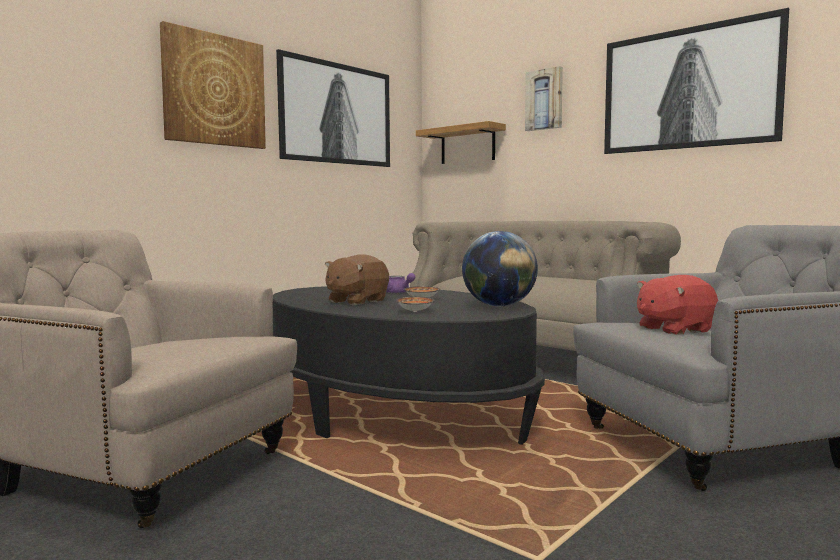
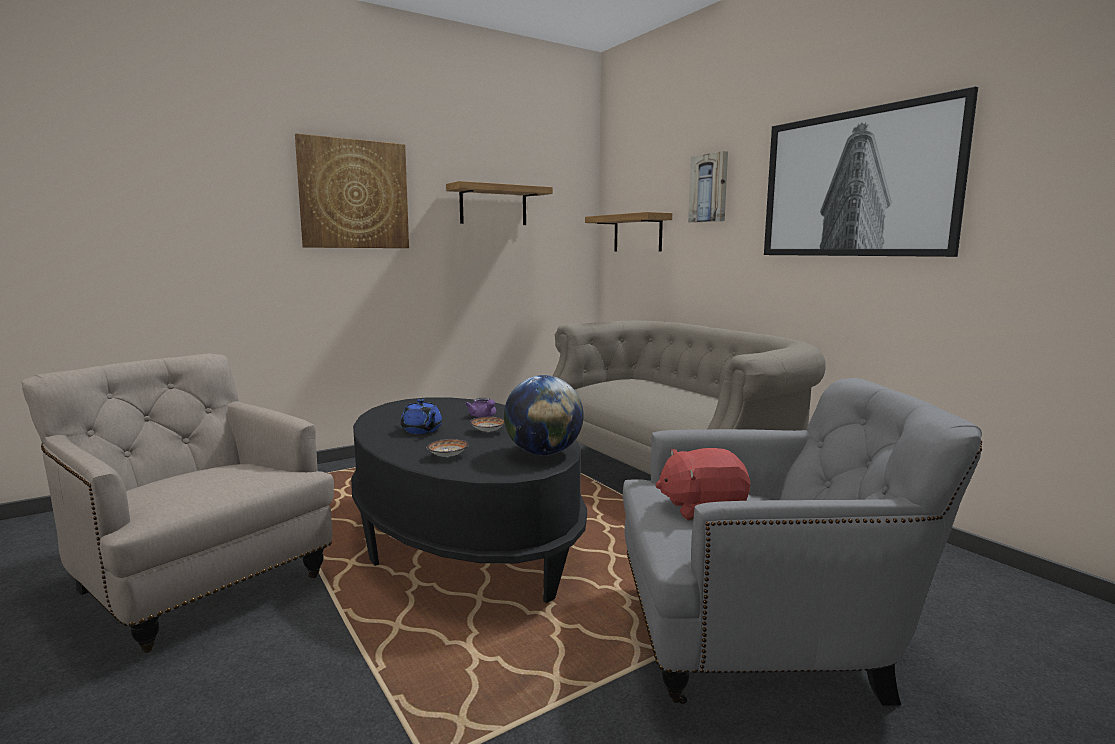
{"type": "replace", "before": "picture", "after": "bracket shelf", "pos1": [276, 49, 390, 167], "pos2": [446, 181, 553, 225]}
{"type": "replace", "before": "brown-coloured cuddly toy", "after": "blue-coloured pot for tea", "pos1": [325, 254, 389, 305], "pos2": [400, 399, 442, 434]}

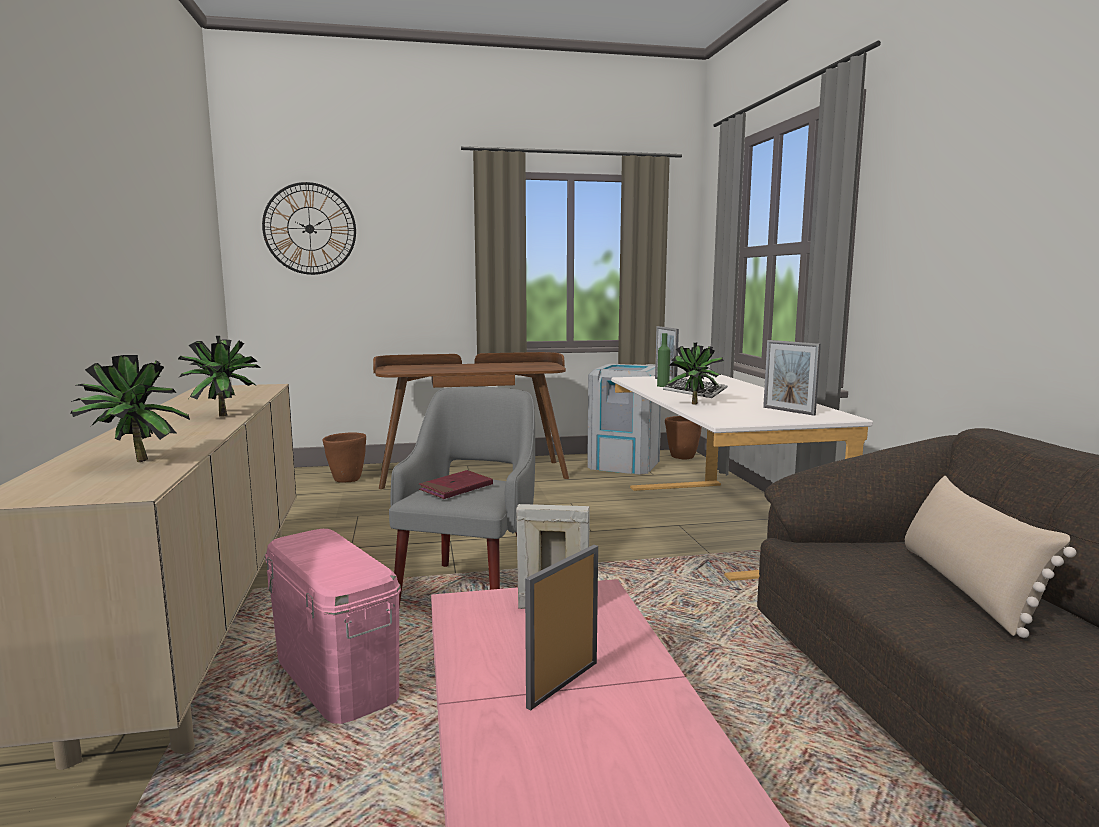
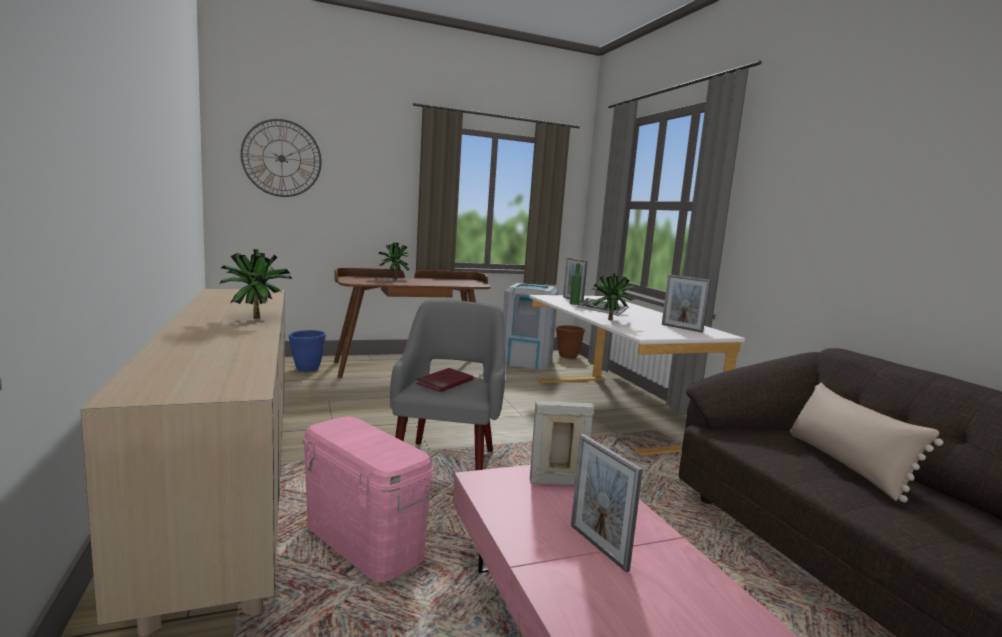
{"type": "move", "before": "plant in a pot", "pos1": [71, 355, 190, 462], "pos2": [379, 243, 410, 279]}
{"type": "recolor", "before": "brown-coloured plant pot", "after": "blue-coloured plant pot", "pos1": [323, 433, 366, 483], "pos2": [289, 330, 326, 372]}
{"type": "rotate", "before": "photo frame", "pos1": [525, 545, 598, 711], "pos2": [571, 434, 643, 572], "turn": -60}

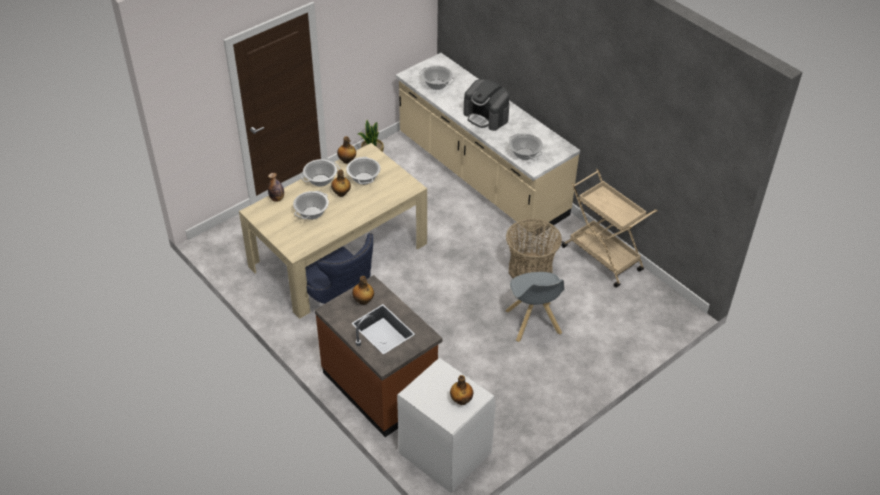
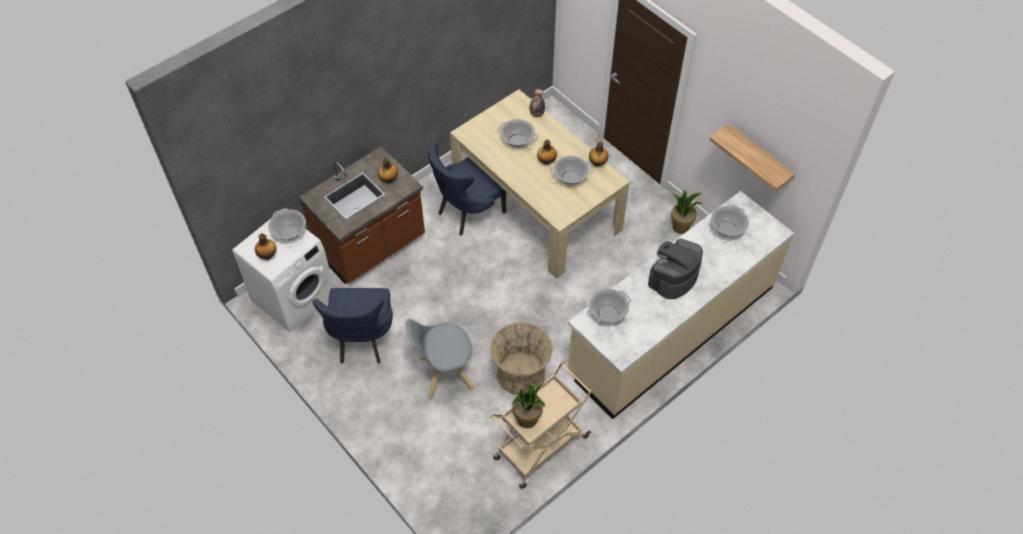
{"type": "insert", "after": "blue-coloured plain chair", "pos2": [313, 288, 393, 364]}
{"type": "insert", "after": "plant in a pot", "pos2": [512, 382, 545, 428]}
{"type": "insert", "after": "bracket shelf", "pos2": [709, 124, 795, 191]}
{"type": "move", "before": "cooking pot", "pos1": [300, 159, 340, 187], "pos2": [268, 208, 306, 243]}

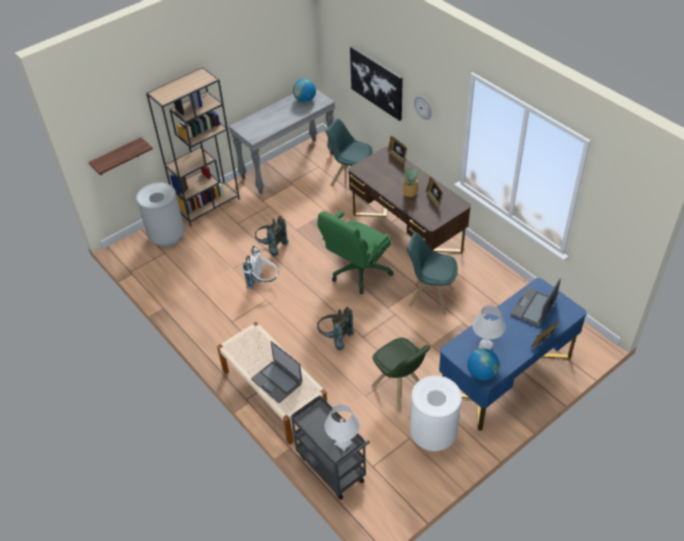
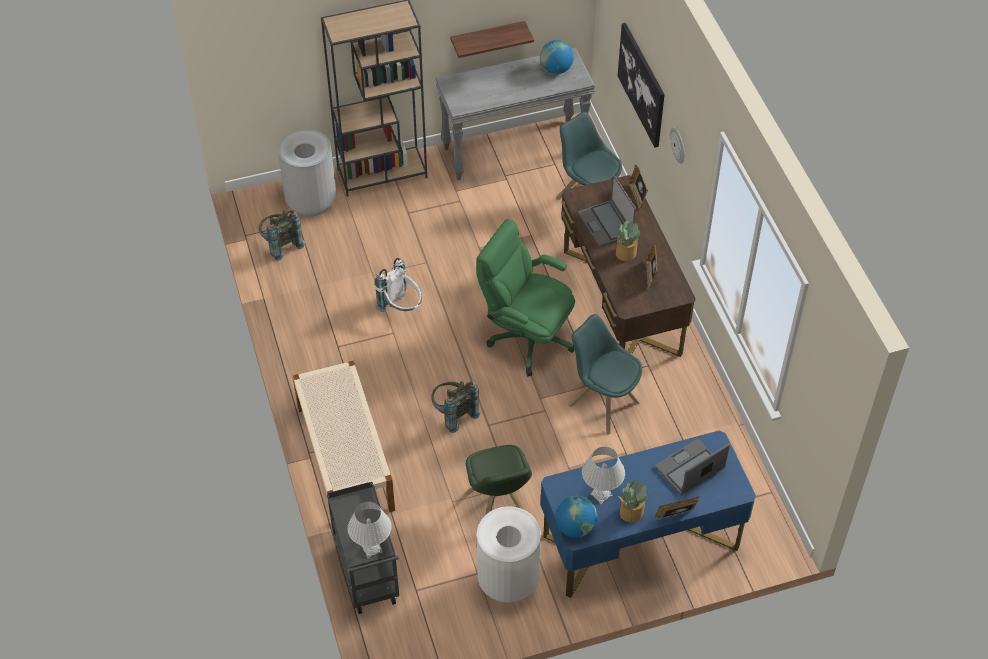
{"type": "insert", "after": "plant in a pot", "pos2": [618, 479, 648, 522]}
{"type": "move", "before": "bracket shelf", "pos1": [88, 137, 153, 175], "pos2": [450, 21, 534, 58]}
{"type": "move", "before": "laptop", "pos1": [251, 341, 302, 403], "pos2": [578, 175, 636, 247]}
{"type": "move", "before": "gray knapsack", "pos1": [255, 216, 289, 257], "pos2": [259, 210, 305, 260]}
{"type": "rotate", "before": "greenish desk chair", "pos1": [317, 211, 393, 294], "pos2": [476, 219, 575, 377], "turn": 60}

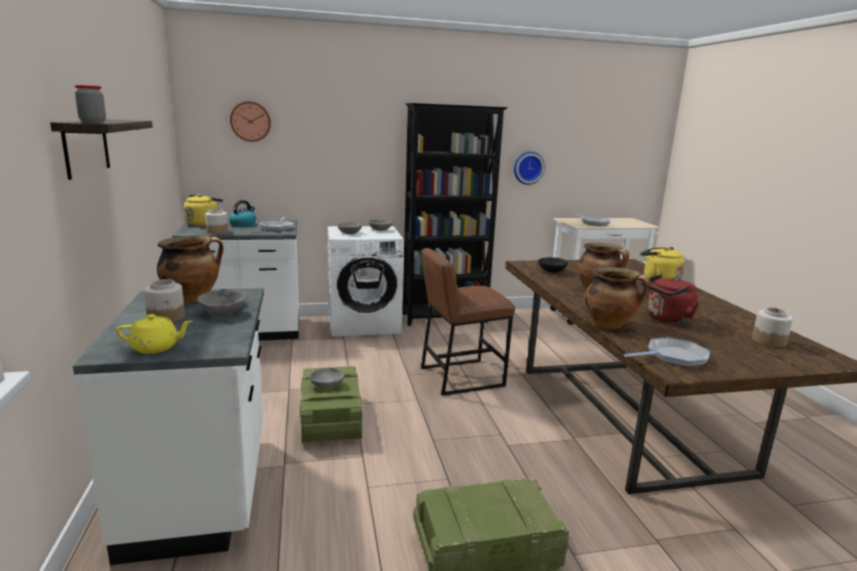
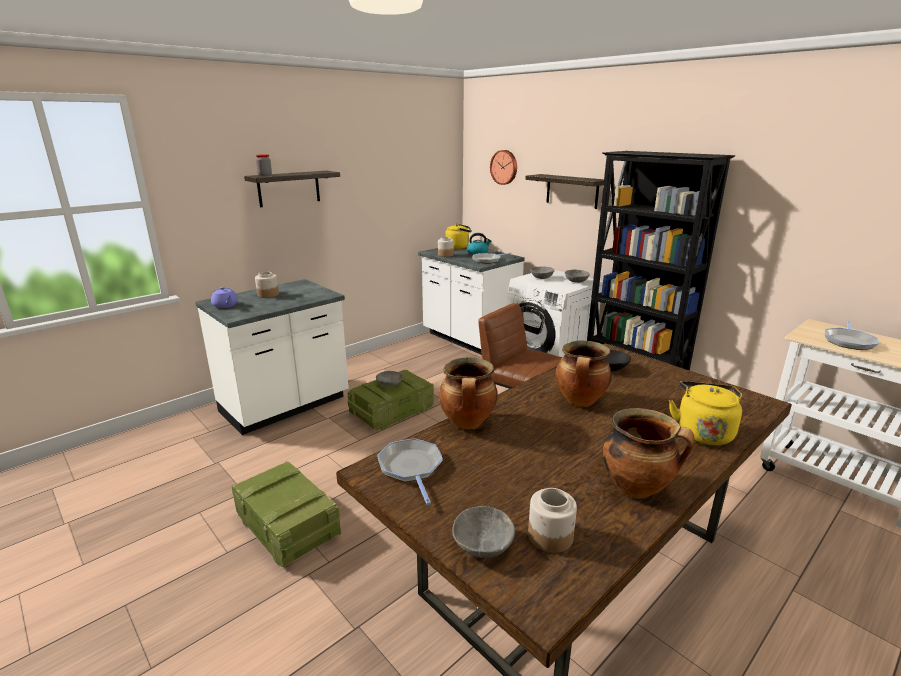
{"type": "delete", "before": "hanging clock", "pos1": [514, 152, 545, 185]}
{"type": "delete", "before": "reddish water kettle", "pos1": [641, 275, 699, 324]}
{"type": "insert", "after": "bracket shelf", "pos2": [525, 174, 604, 209]}
{"type": "move", "before": "cooking pot", "pos1": [157, 236, 223, 302], "pos2": [603, 408, 694, 499]}
{"type": "move", "before": "gray bowl", "pos1": [197, 290, 245, 315], "pos2": [452, 506, 515, 558]}
{"type": "recolor", "before": "yellow pot for tea", "after": "purplish pot for tea", "pos1": [116, 314, 192, 354], "pos2": [211, 287, 238, 308]}
{"type": "rotate", "before": "frying pan", "pos1": [624, 337, 709, 367], "pos2": [377, 438, 443, 505], "turn": -150}

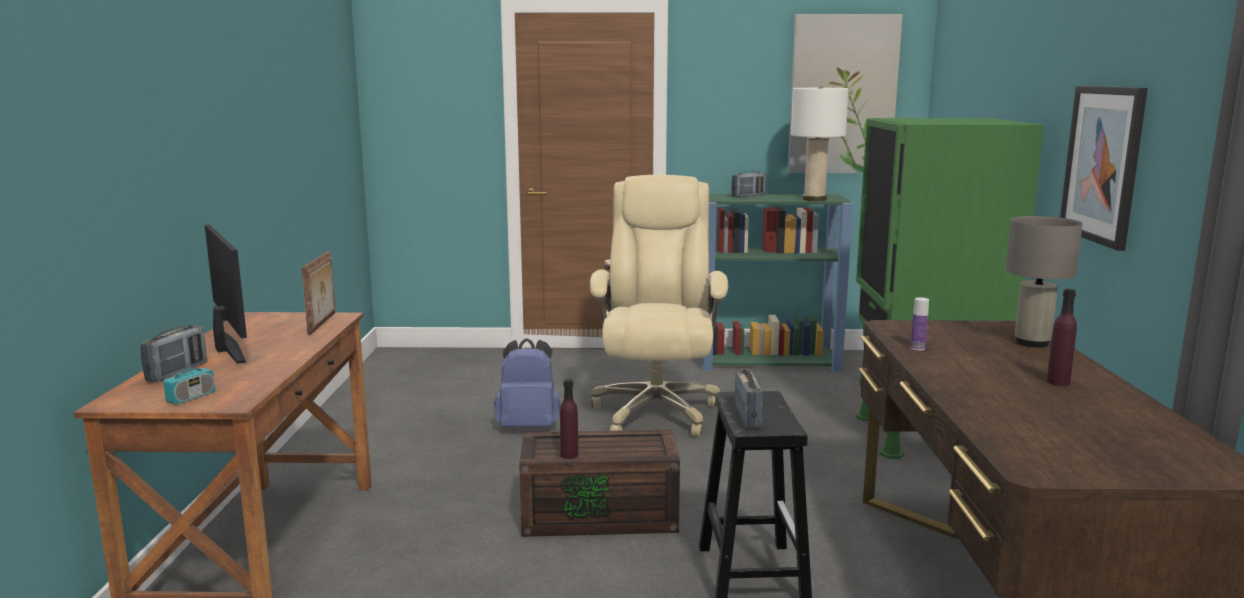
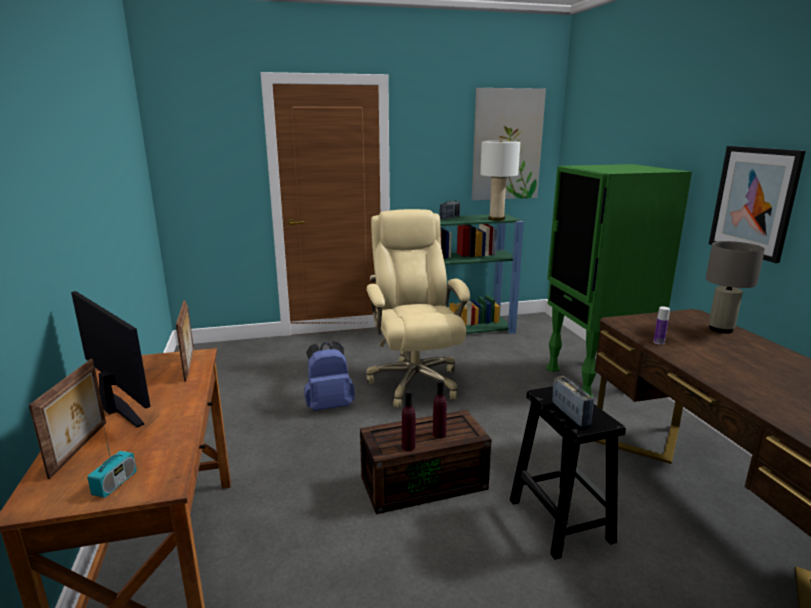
{"type": "move", "before": "purplish bottle", "pos1": [1047, 289, 1077, 386], "pos2": [433, 380, 447, 438]}
{"type": "replace", "before": "radio set", "after": "photo frame", "pos1": [140, 325, 207, 382], "pos2": [29, 359, 106, 479]}

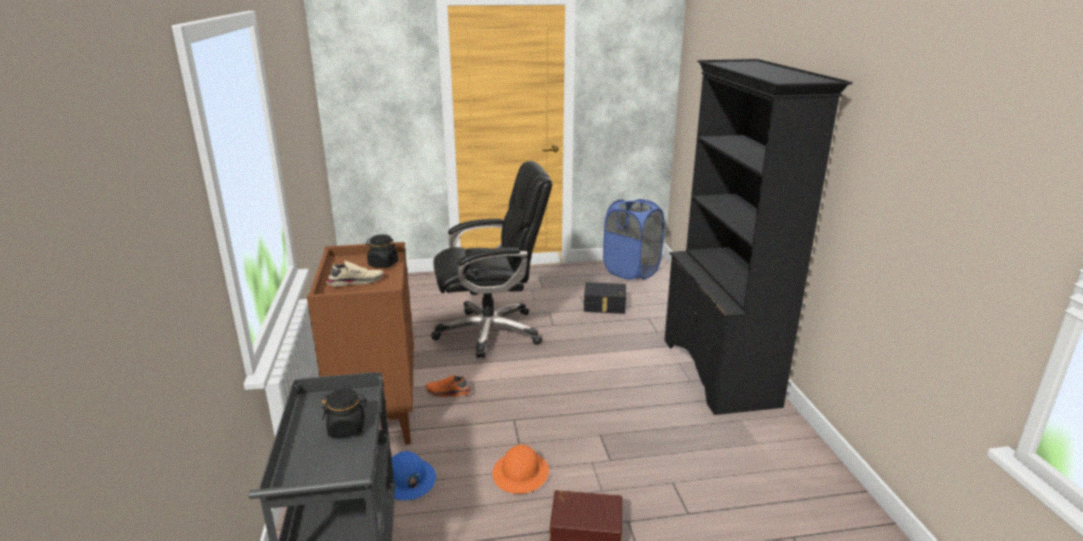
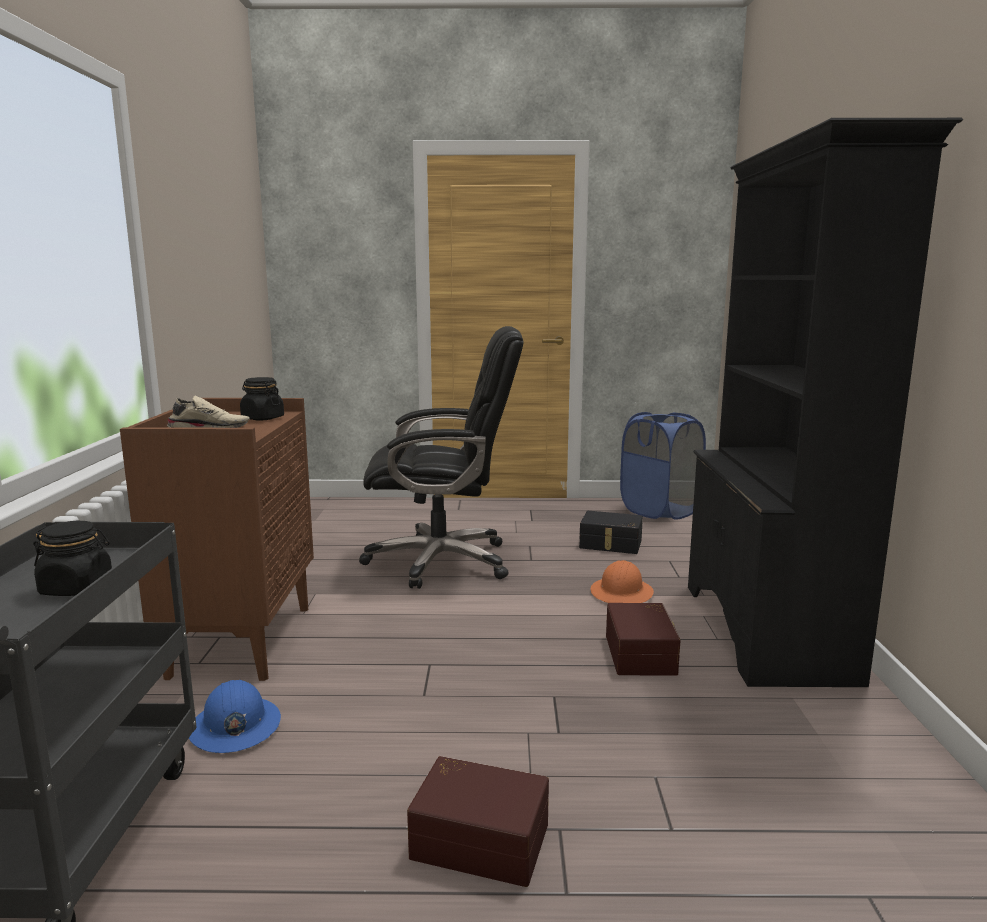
{"type": "delete", "before": "orange shoe", "pos1": [425, 375, 471, 397]}
{"type": "insert", "after": "brown-coloured storage bin", "pos2": [606, 603, 681, 676]}
{"type": "move", "before": "orange work helmet", "pos1": [492, 445, 549, 494], "pos2": [590, 560, 654, 603]}

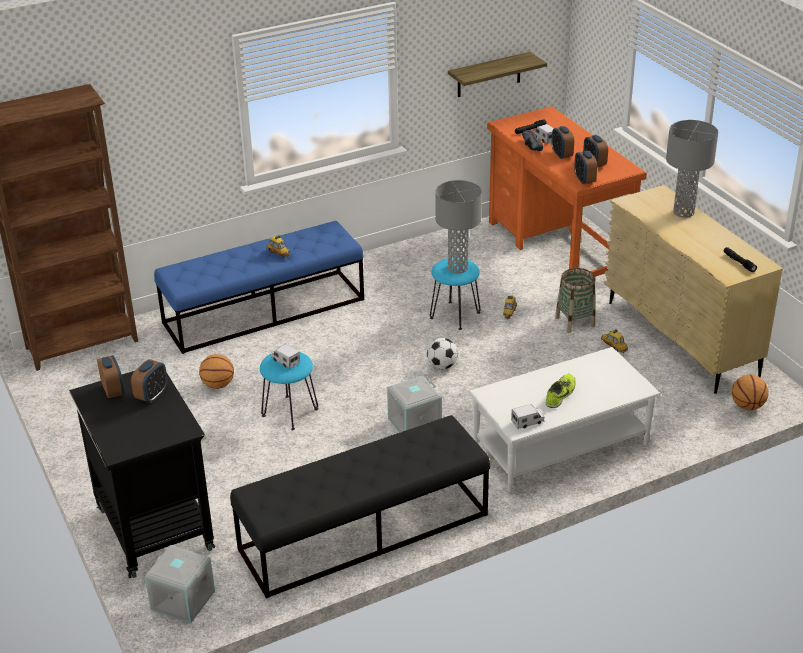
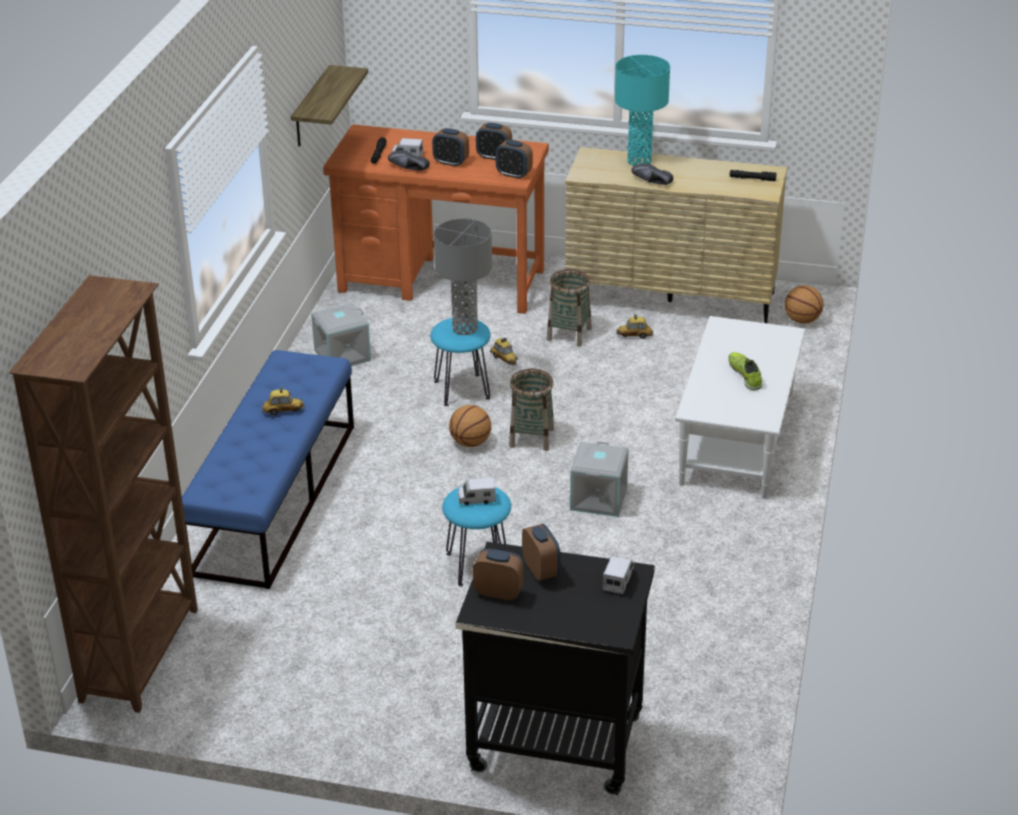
{"type": "delete", "before": "blackish bench", "pos1": [230, 415, 490, 599]}
{"type": "insert", "after": "blackish shoe", "pos2": [632, 163, 673, 185]}
{"type": "move", "before": "gray storage bin", "pos1": [145, 545, 215, 623], "pos2": [311, 303, 371, 366]}
{"type": "move", "before": "basketball ball", "pos1": [199, 354, 234, 389], "pos2": [449, 405, 491, 447]}
{"type": "move", "before": "toy truck", "pos1": [511, 404, 545, 429], "pos2": [603, 556, 634, 594]}
{"type": "replace", "before": "ball for football", "after": "household basket", "pos1": [427, 338, 458, 369], "pos2": [509, 369, 554, 451]}
{"type": "recolor", "before": "gray tabletop lamp", "after": "turquoise-coloured tabletop lamp", "pos1": [666, 120, 718, 218], "pos2": [615, 55, 670, 166]}

